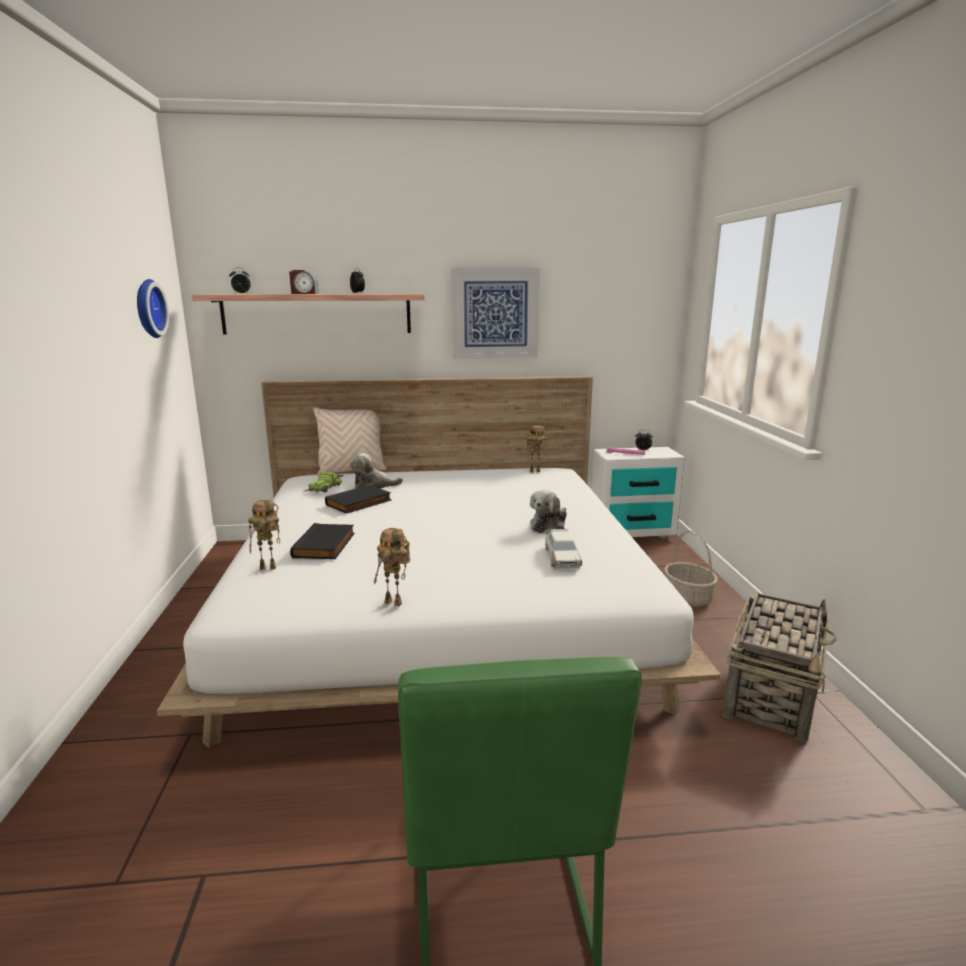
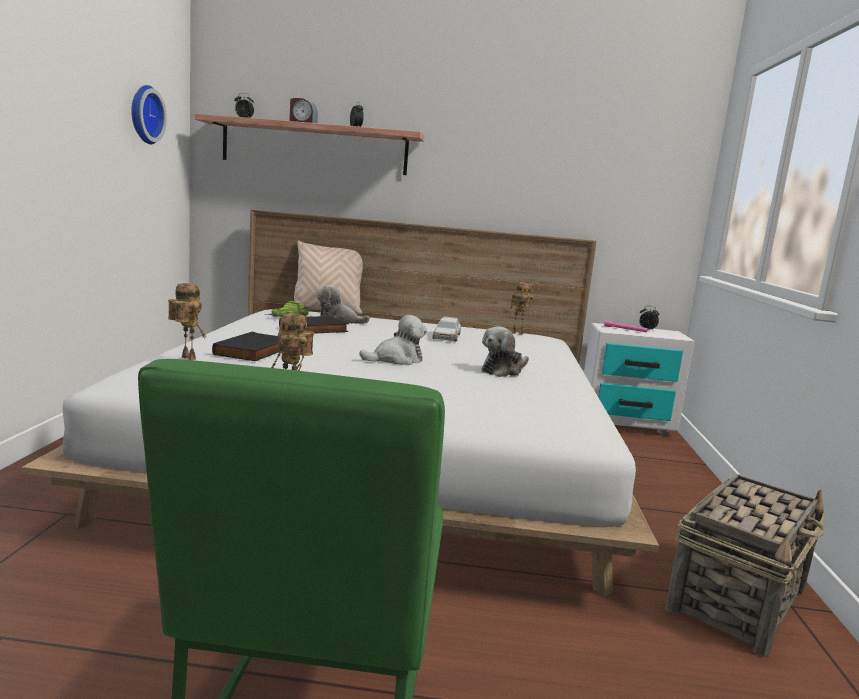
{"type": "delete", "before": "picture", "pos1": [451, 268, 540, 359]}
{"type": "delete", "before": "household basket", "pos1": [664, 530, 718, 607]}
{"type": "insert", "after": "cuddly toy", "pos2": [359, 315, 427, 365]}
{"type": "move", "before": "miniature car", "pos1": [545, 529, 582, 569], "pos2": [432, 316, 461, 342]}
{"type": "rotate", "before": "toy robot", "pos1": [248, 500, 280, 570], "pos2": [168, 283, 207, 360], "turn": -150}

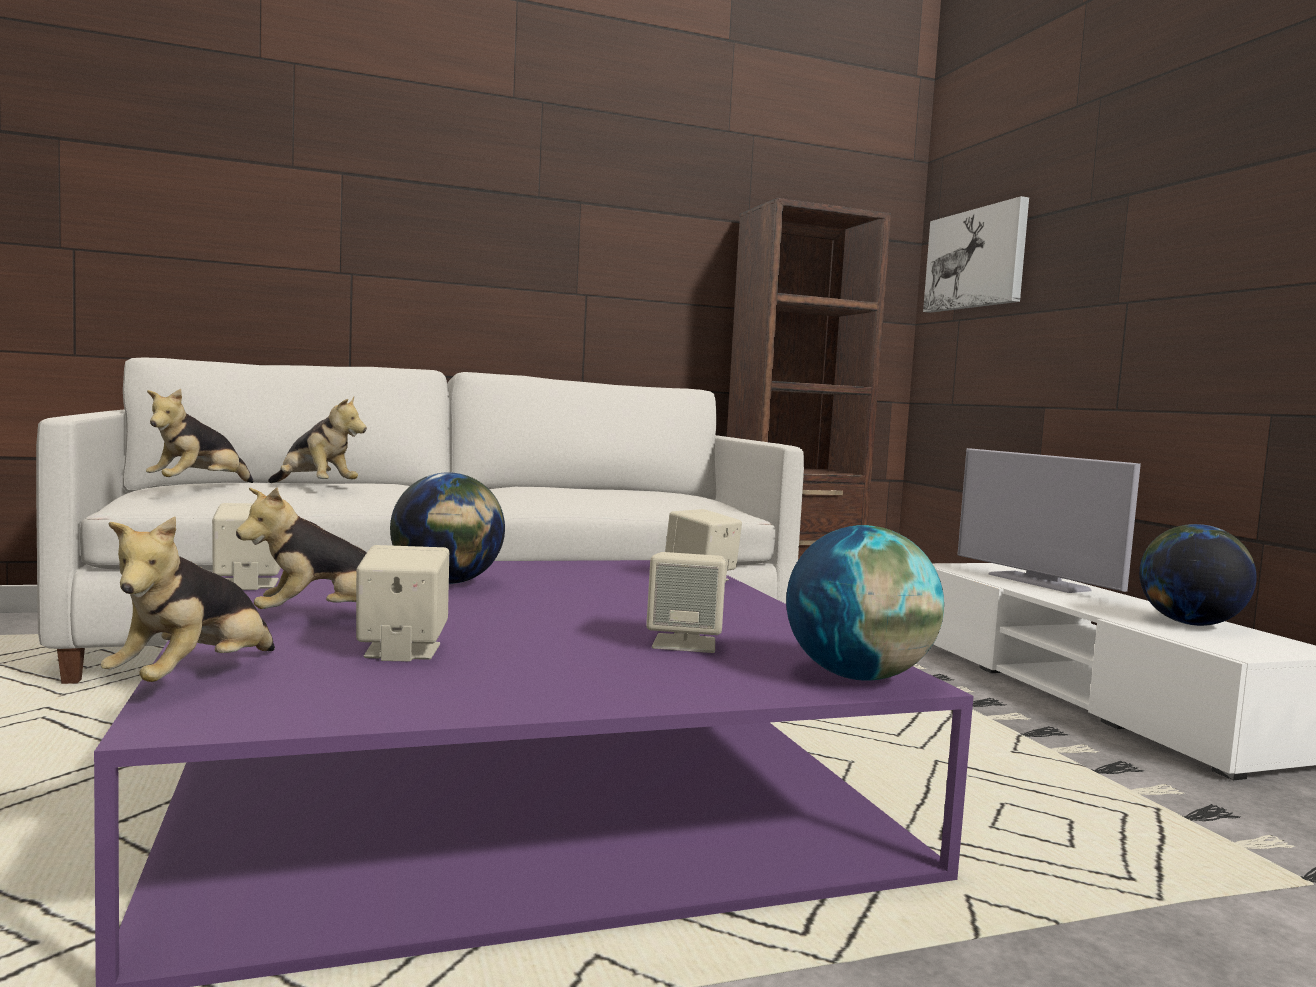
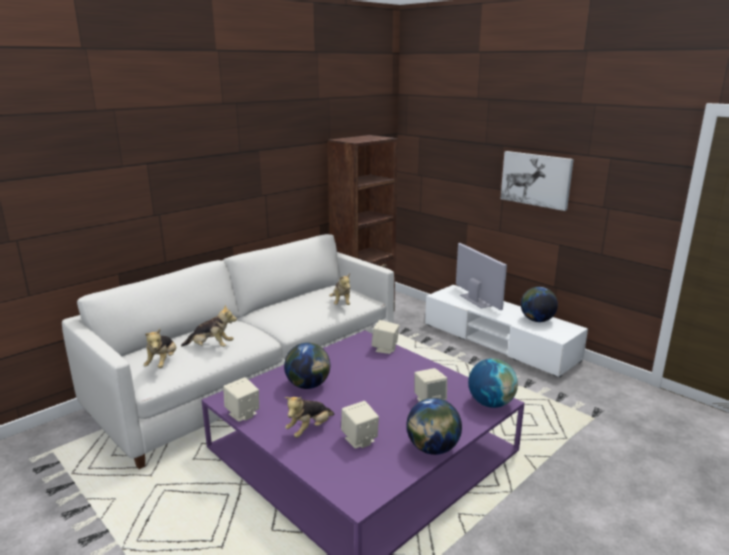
{"type": "insert", "after": "desk globe", "pos2": [406, 398, 462, 455]}
{"type": "move", "before": "cuddly toy", "pos1": [101, 516, 275, 682], "pos2": [329, 274, 350, 305]}
{"type": "move", "before": "picture", "pos1": [923, 196, 1029, 313], "pos2": [500, 151, 574, 211]}
{"type": "rotate", "before": "television", "pos1": [957, 448, 1141, 593], "pos2": [456, 243, 507, 310], "turn": -150}

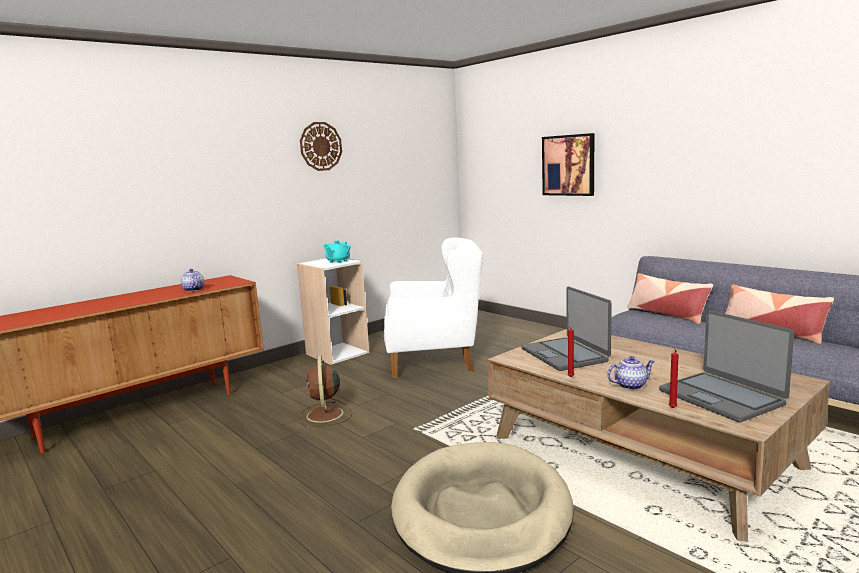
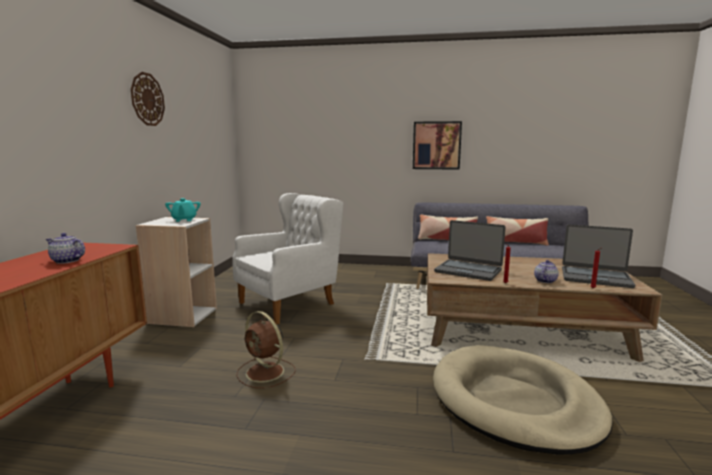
{"type": "move", "before": "picture", "pos1": [542, 133, 594, 196], "pos2": [413, 121, 462, 170]}

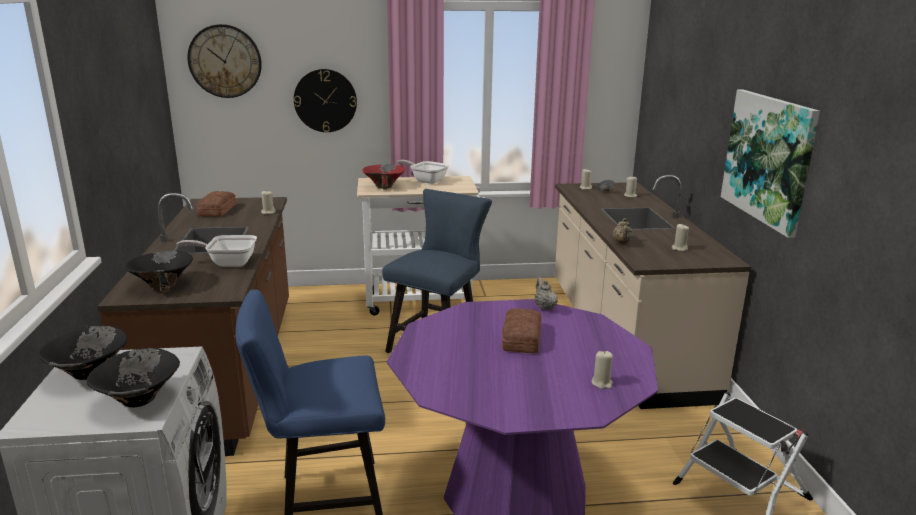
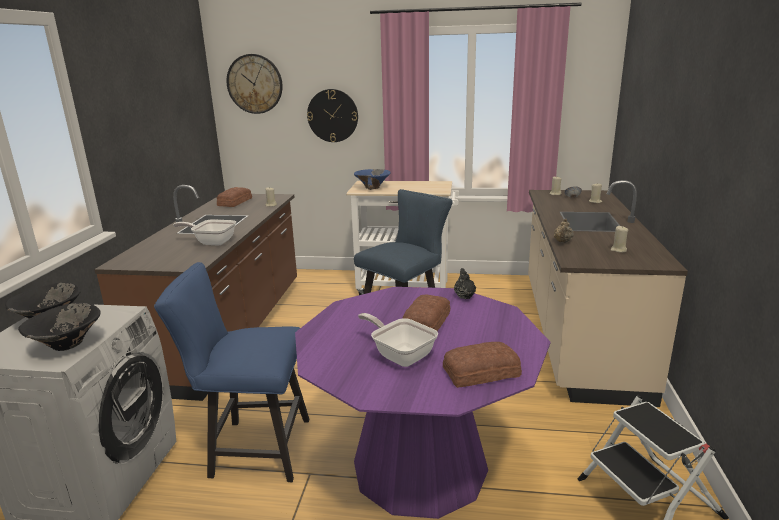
{"type": "delete", "before": "blackish bowl", "pos1": [125, 251, 193, 293]}
{"type": "delete", "before": "picture", "pos1": [721, 90, 820, 238]}
{"type": "move", "before": "frying pan", "pos1": [397, 160, 449, 184], "pos2": [358, 313, 438, 367]}
{"type": "replace", "before": "sand-coloured wax candle", "after": "baked bread", "pos1": [592, 351, 613, 389], "pos2": [443, 342, 522, 388]}
{"type": "recolor", "before": "reddish bowl", "after": "blue-coloured bowl", "pos1": [362, 164, 405, 190], "pos2": [354, 169, 391, 190]}
{"type": "recolor", "before": "sand-coloured pot for tea", "after": "blackish pot for tea", "pos1": [534, 277, 558, 310], "pos2": [454, 268, 476, 299]}

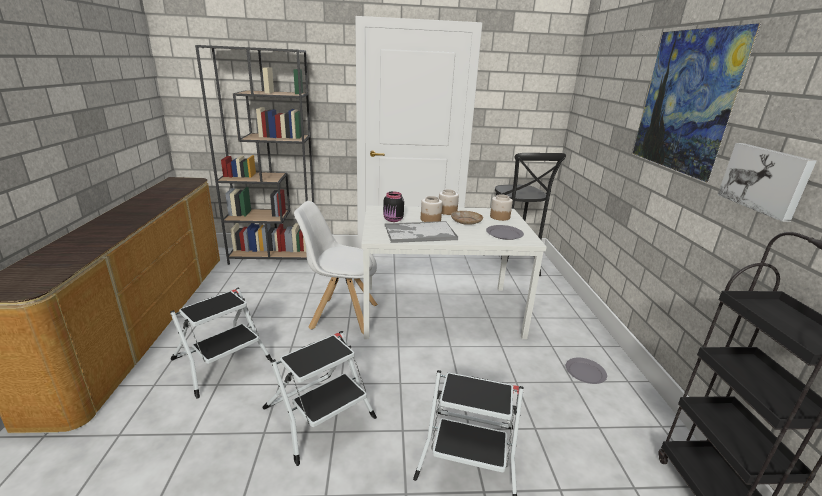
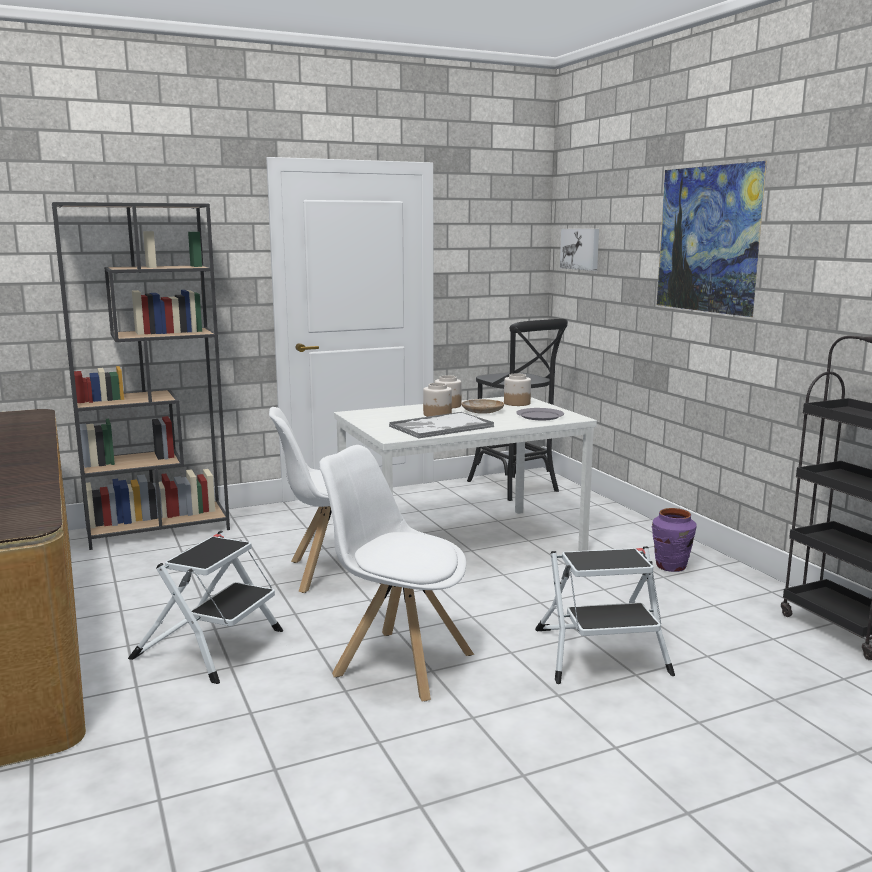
{"type": "delete", "before": "blackish storage jar", "pos1": [383, 192, 404, 222]}
{"type": "move", "before": "picture", "pos1": [718, 143, 816, 222], "pos2": [560, 229, 599, 271]}
{"type": "replace", "before": "step ladder", "after": "white-coloured plain chair", "pos1": [262, 331, 377, 466], "pos2": [319, 445, 474, 702]}
{"type": "replace", "before": "gray flat dish", "after": "purplish vase", "pos1": [566, 358, 607, 384], "pos2": [652, 508, 697, 572]}

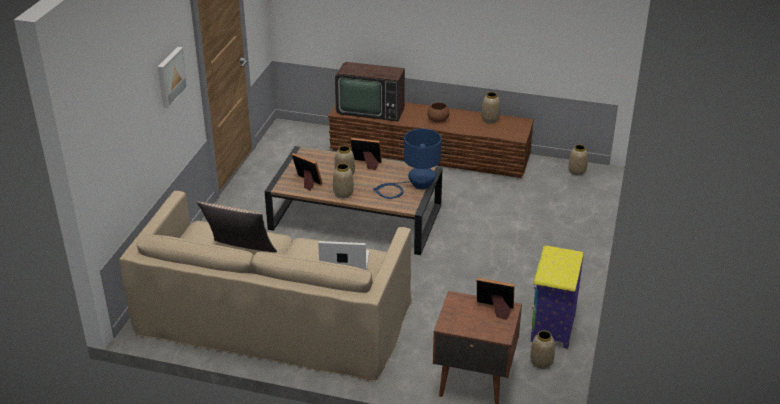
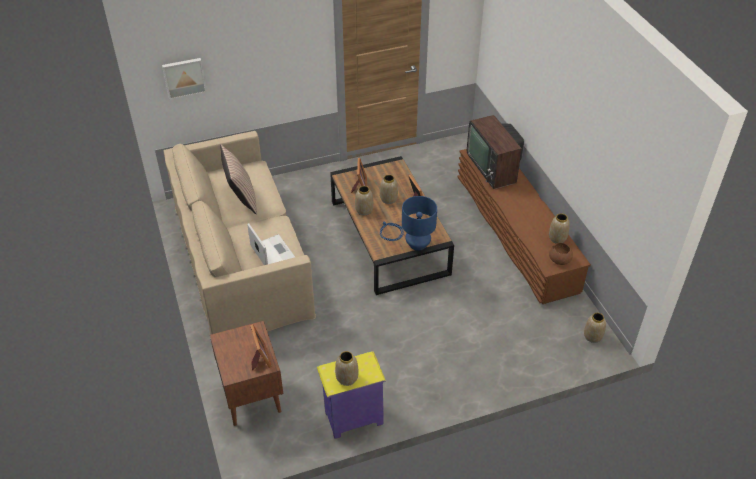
{"type": "move", "before": "picture", "pos1": [158, 47, 188, 108], "pos2": [162, 58, 207, 100]}
{"type": "move", "before": "brown-coloured bowl", "pos1": [427, 102, 450, 123], "pos2": [549, 243, 573, 265]}
{"type": "move", "before": "vase", "pos1": [530, 330, 555, 369], "pos2": [335, 351, 358, 386]}

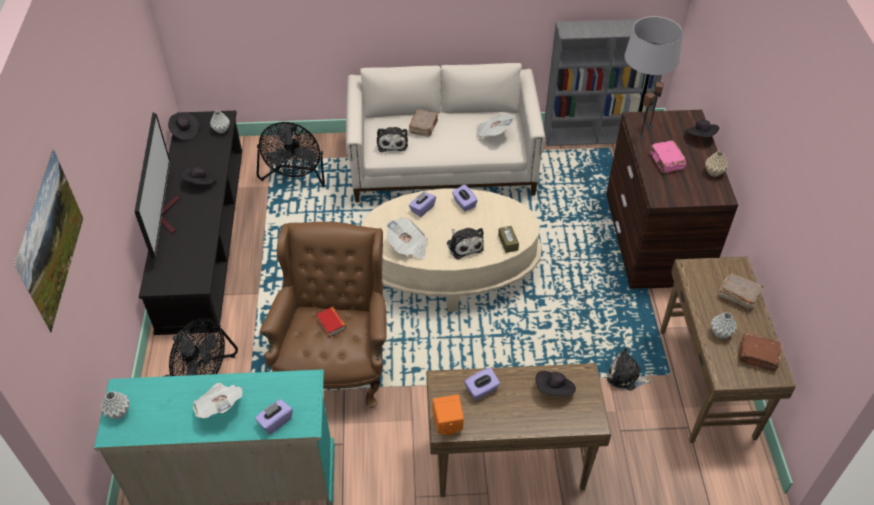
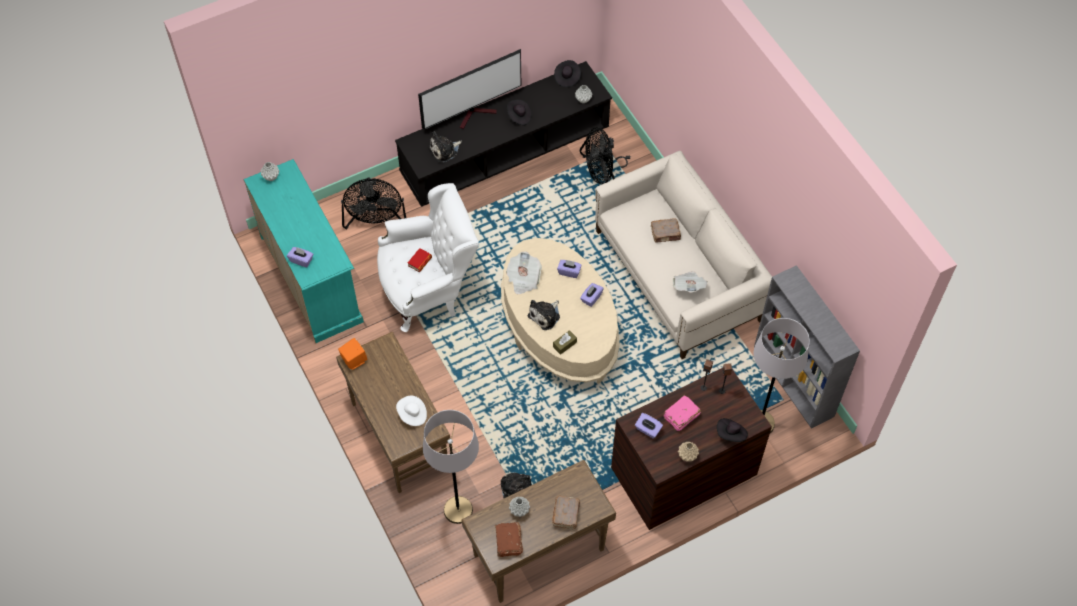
{"type": "delete", "before": "picture", "pos1": [14, 148, 83, 333]}
{"type": "delete", "before": "printed paper", "pos1": [193, 383, 243, 418]}
{"type": "insert", "after": "gray standard lamp", "pos2": [423, 410, 479, 524]}
{"type": "move", "before": "cuddly toy", "pos1": [377, 127, 408, 152], "pos2": [429, 131, 462, 162]}
{"type": "move", "before": "purplish tissue box", "pos1": [464, 368, 500, 400], "pos2": [635, 413, 663, 439]}
{"type": "recolor", "before": "brown-coloured armchair", "after": "white-coloured armchair", "pos1": [260, 222, 387, 408], "pos2": [377, 183, 479, 332]}
{"type": "recolor", "before": "blackish hat", "after": "white-coloured hat", "pos1": [536, 371, 576, 396], "pos2": [396, 396, 427, 426]}

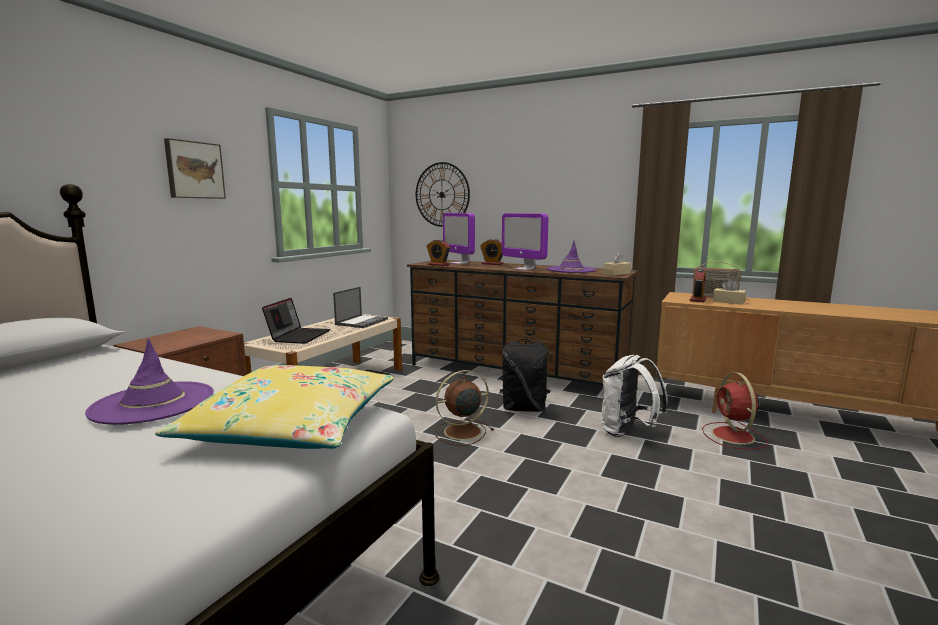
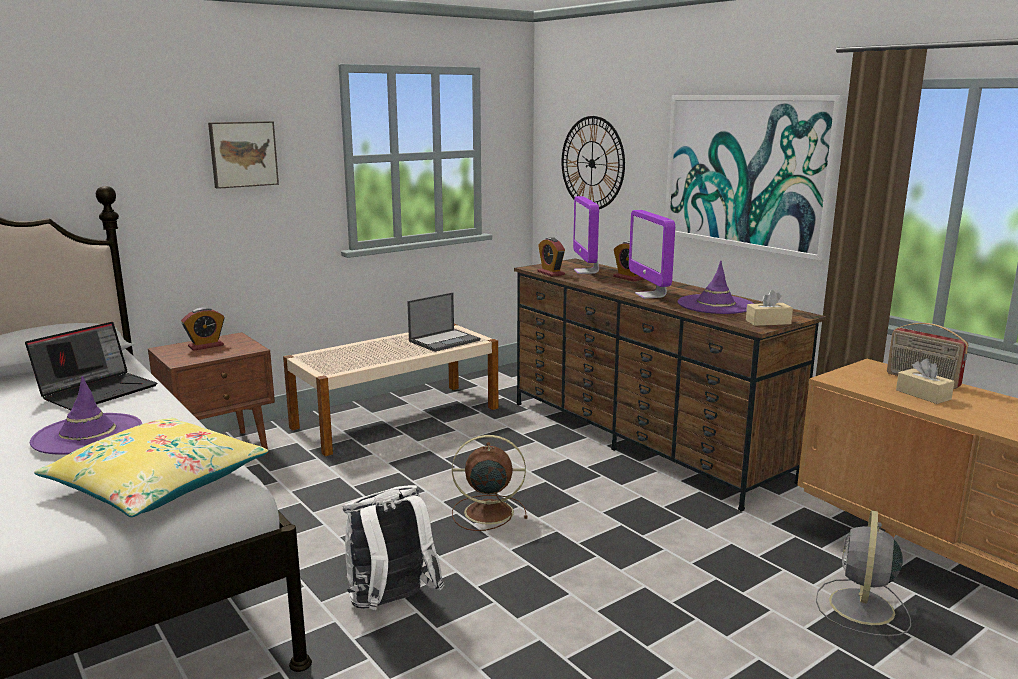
{"type": "delete", "before": "blackish knapsack", "pos1": [500, 339, 551, 412]}
{"type": "insert", "after": "picture", "pos2": [665, 95, 846, 261]}
{"type": "move", "before": "laptop", "pos1": [262, 298, 330, 344], "pos2": [25, 322, 157, 410]}
{"type": "move", "before": "white-coloured knapsack", "pos1": [601, 355, 668, 437], "pos2": [343, 485, 444, 610]}
{"type": "move", "before": "alarm clock", "pos1": [690, 269, 706, 302], "pos2": [181, 307, 224, 351]}
{"type": "recolor", "before": "reddish electric fan", "after": "gray electric fan", "pos1": [702, 372, 769, 449], "pos2": [816, 510, 911, 636]}

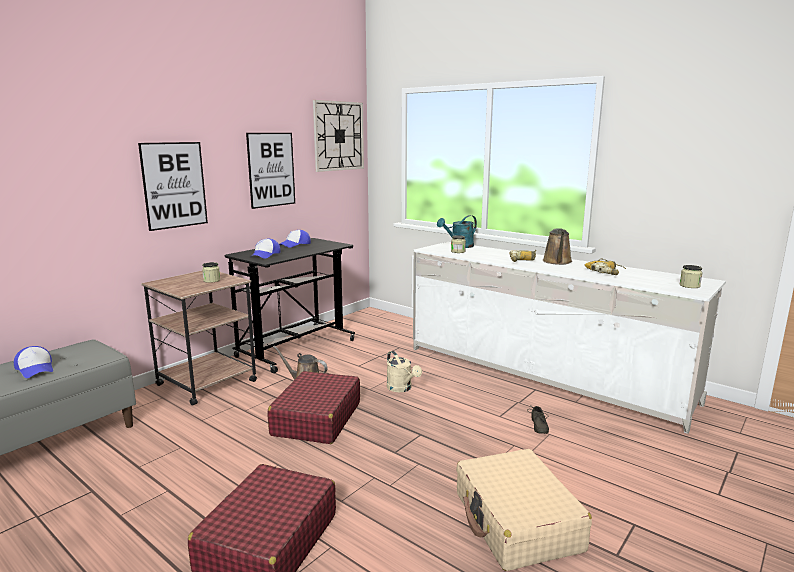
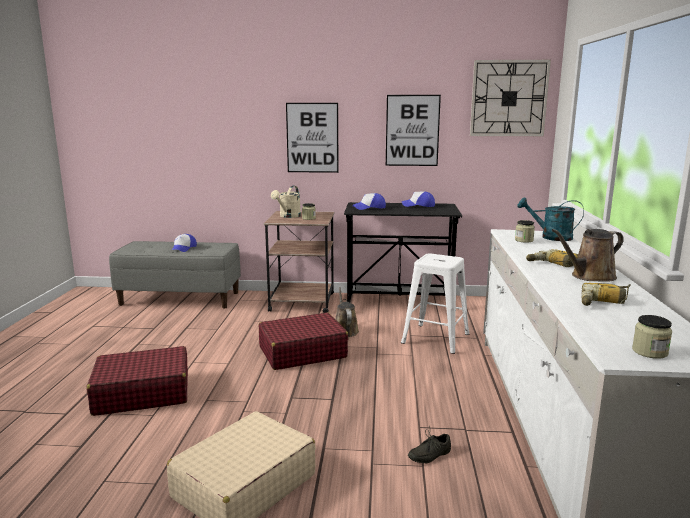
{"type": "insert", "after": "white-coloured stool", "pos2": [401, 254, 470, 354]}
{"type": "move", "before": "sand-coloured watering can", "pos1": [387, 351, 422, 392], "pos2": [271, 186, 301, 218]}

